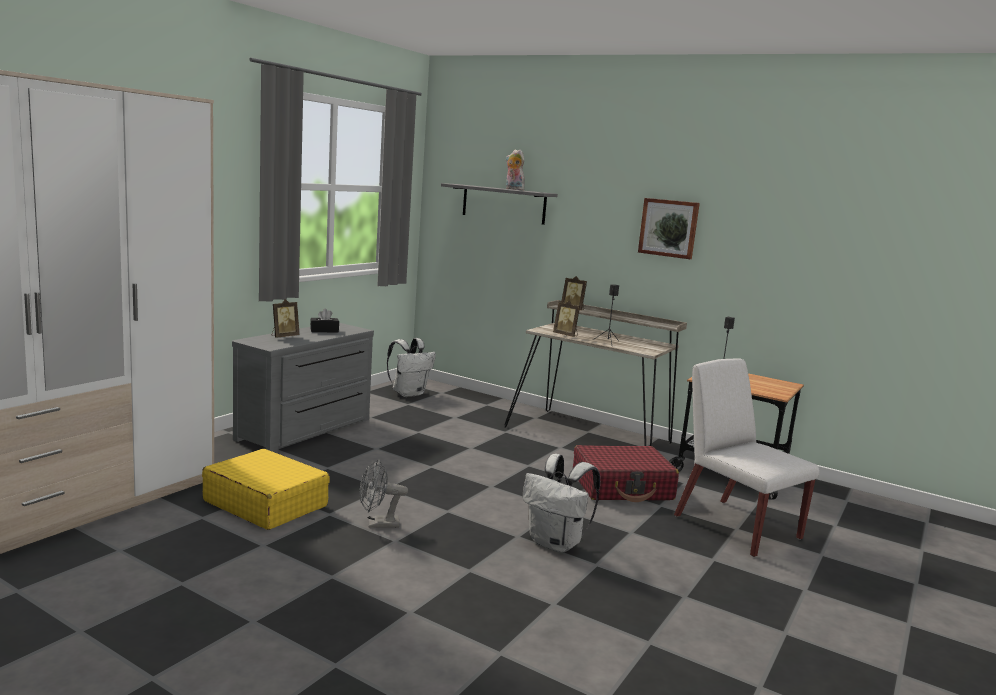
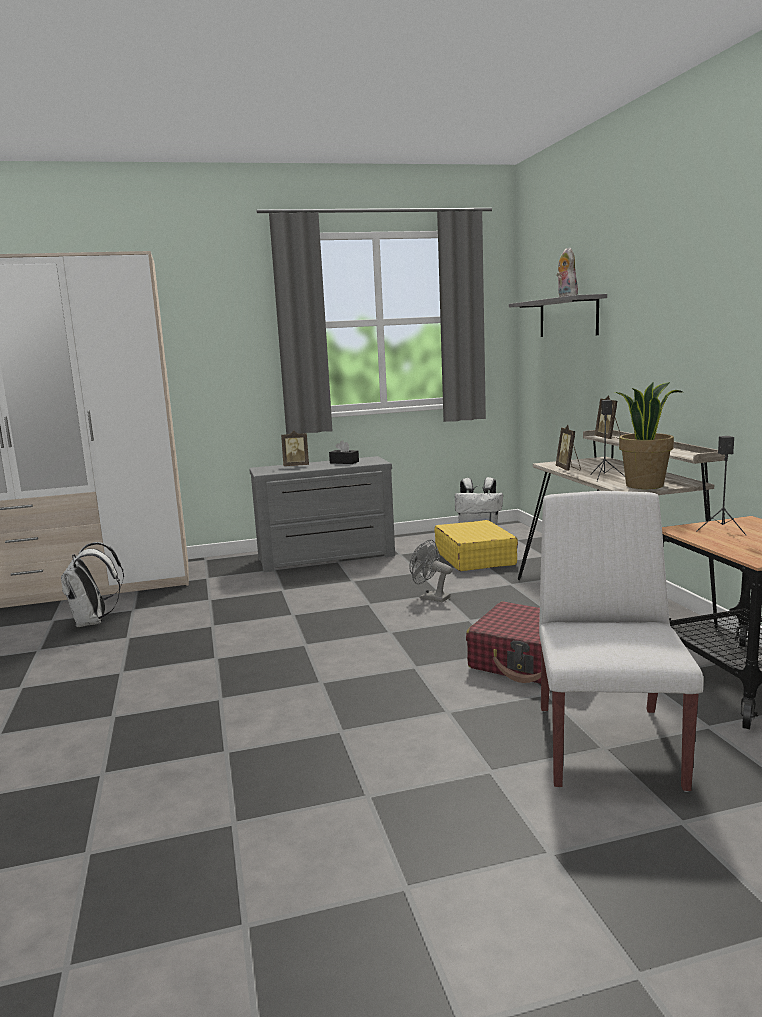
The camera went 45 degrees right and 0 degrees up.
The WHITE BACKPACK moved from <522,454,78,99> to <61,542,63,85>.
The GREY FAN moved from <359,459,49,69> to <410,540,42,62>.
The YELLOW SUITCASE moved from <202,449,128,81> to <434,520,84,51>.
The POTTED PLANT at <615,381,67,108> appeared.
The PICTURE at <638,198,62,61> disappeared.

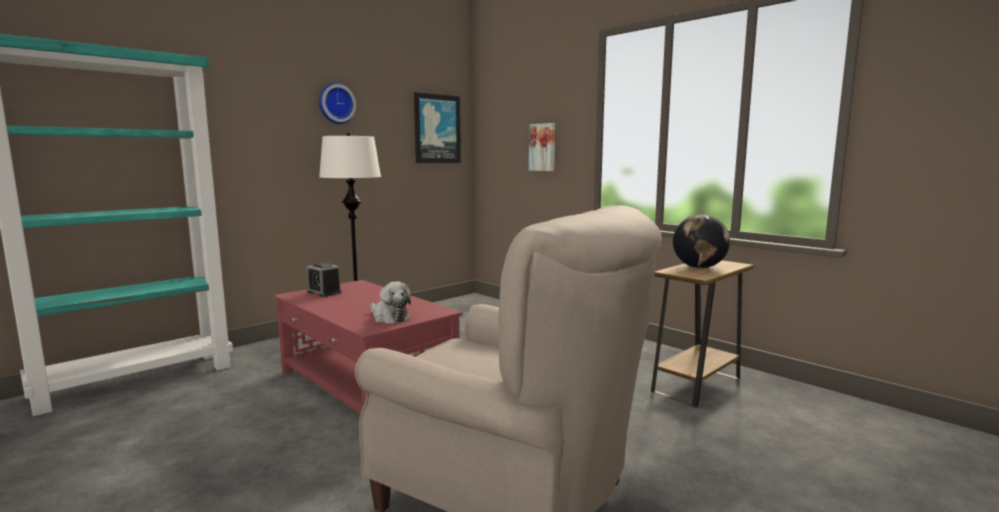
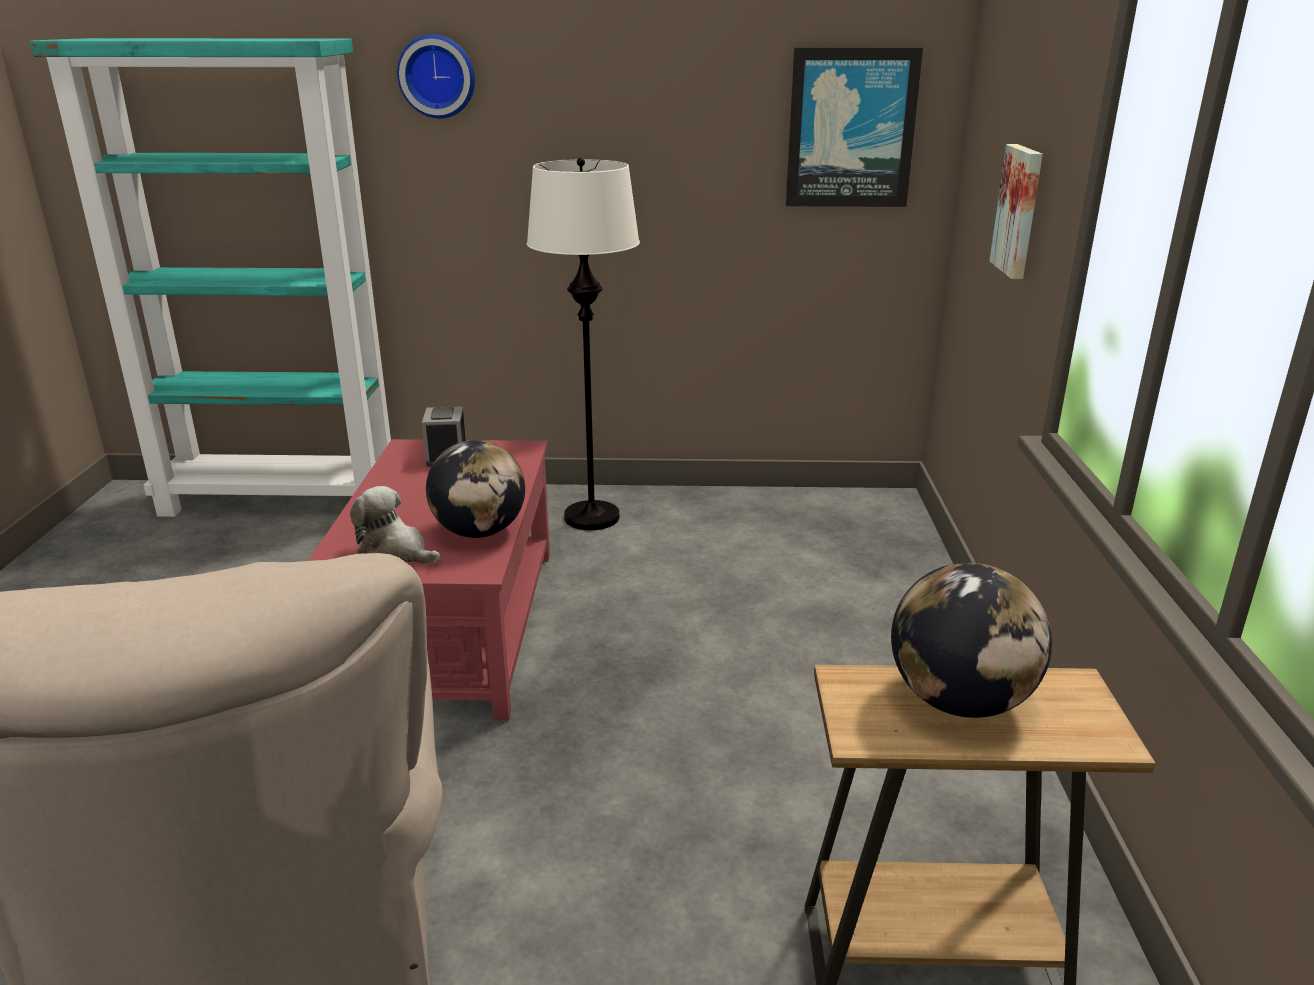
The camera went 45 degrees right and 15 degrees up.
The PLUSH TOY at <370,282,41,42> turned 120 degrees clockwise.
The WALL CLOCK moved from <319,83,37,41> to <397,34,78,84>.
The GLOBE at <426,440,99,98> appeared.

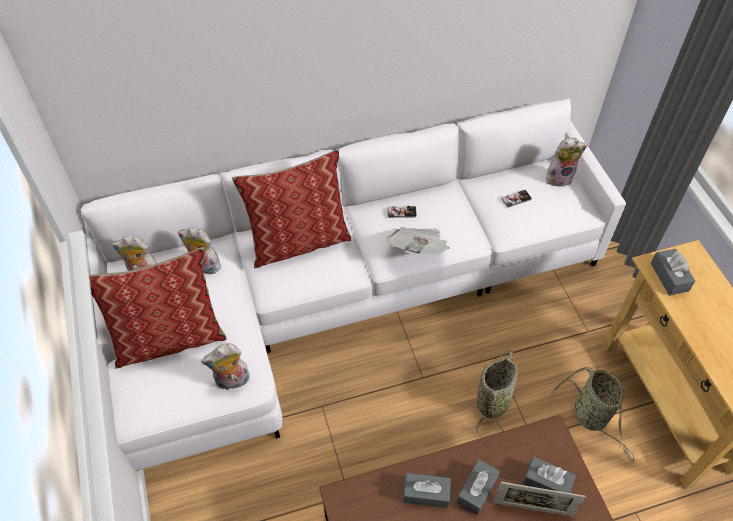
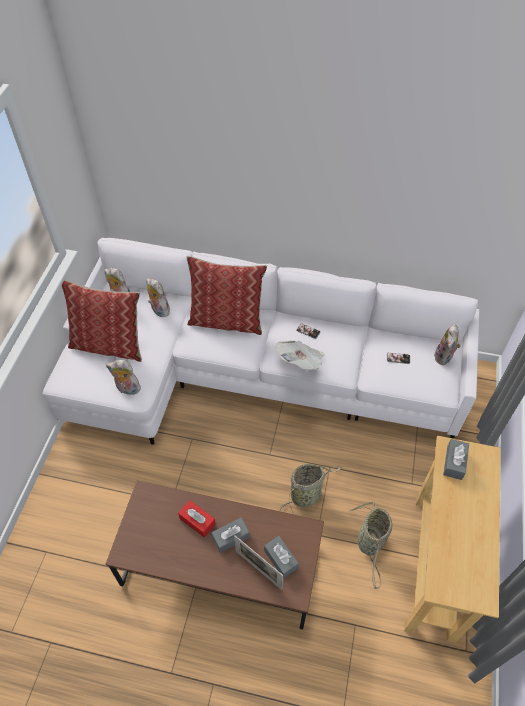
The camera went 30 degrees right and 0 degrees up.
The GREY TISSUE BOX at <403,473,48,35> became the RED TISSUE BOX at <178,500,38,37>.
The PLUSH TOY at <546,138,42,49> turned 90 degrees clockwise.

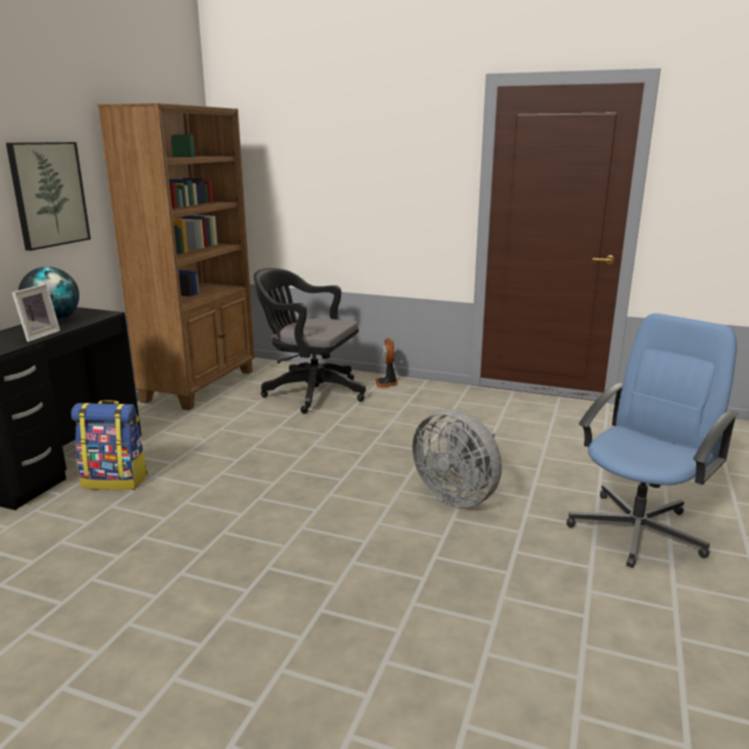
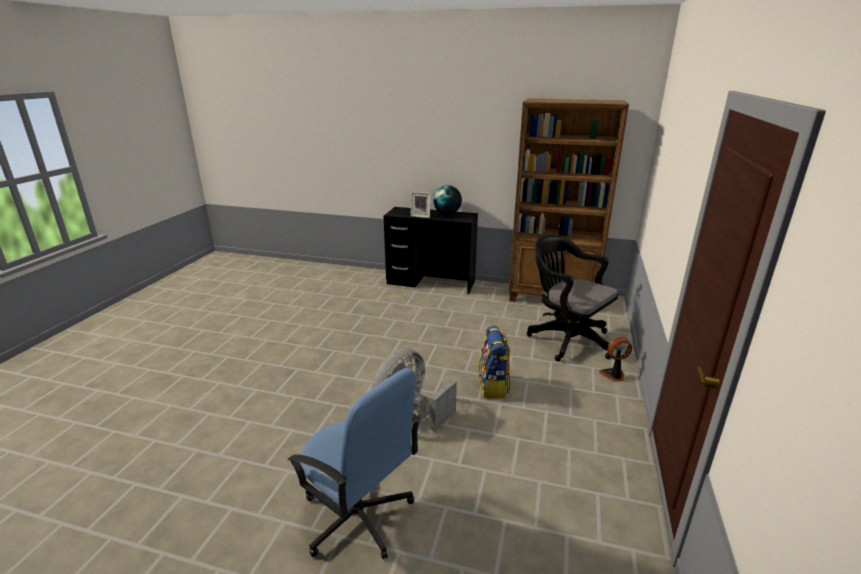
The camera went 85 degrees right and 5 degrees up.
The BACKPACK moved from <71,400,77,90> to <478,326,32,72>.
The BLACK OFFICE CHAIR at <254,268,112,146> turned 60 degrees counterclockwise.
The PICTURE at <6,142,85,109> disappeared.

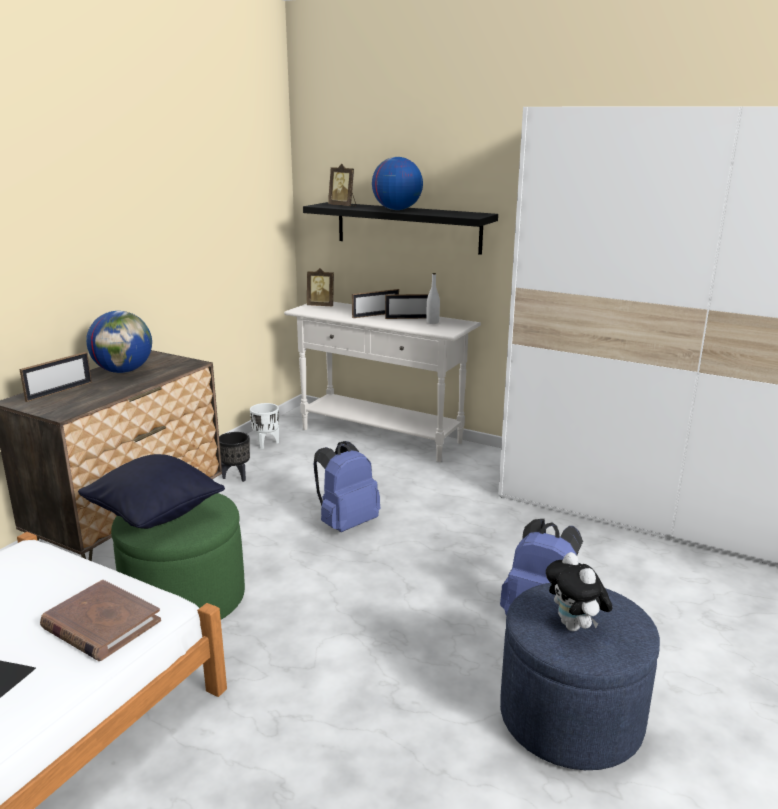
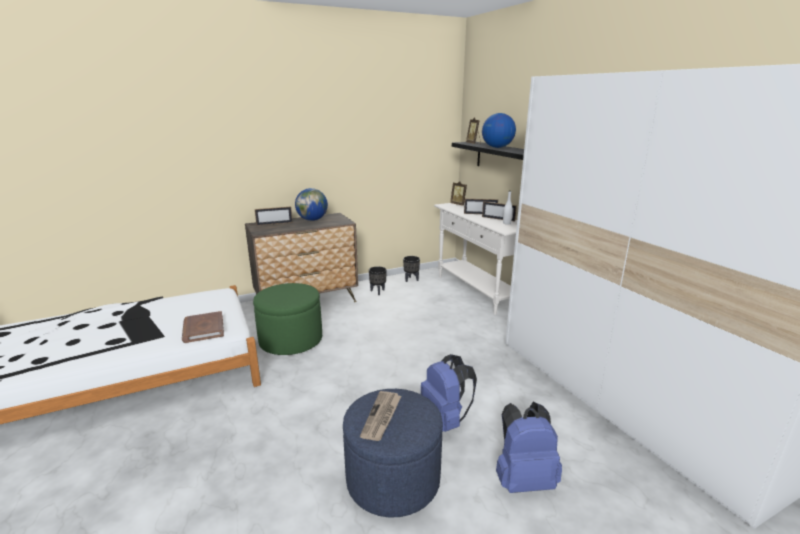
The camera went 35 degrees right and 0 degrees up.
The PLUSH TOY at <546,552,66,79> was replaced by the NEWSPAPER at <360,391,41,50>.
The WHITE PLANTER at <250,403,29,46> became the BLACK PLANTER at <403,256,17,26>.
The BLUE BACKPACK moved from <314,441,66,91> to <496,402,66,91>.
The BLACK PILLOW at <78,454,147,75> disappeared.

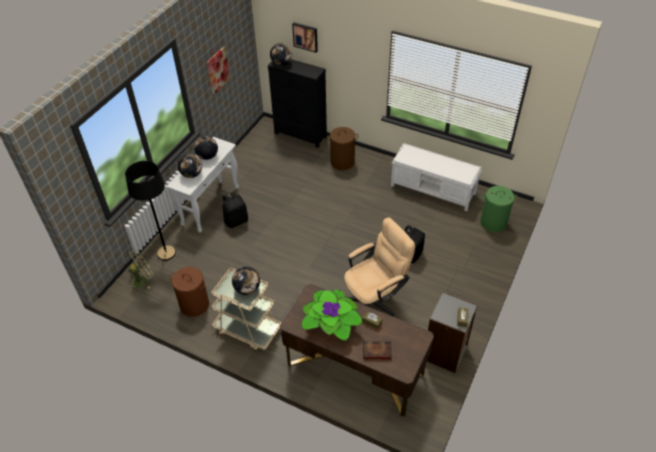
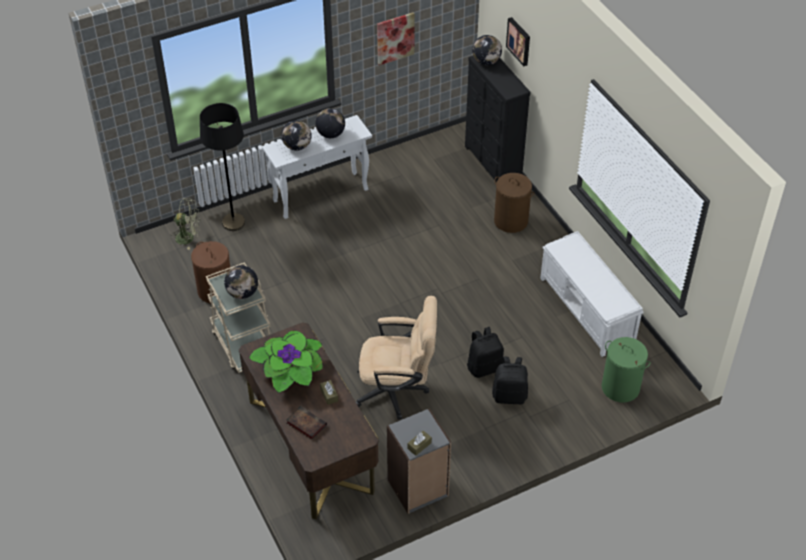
The camera went 35 degrees right and 0 degrees up.
The BLACK BACKPACK moved from <223,191,25,37> to <492,356,36,48>.

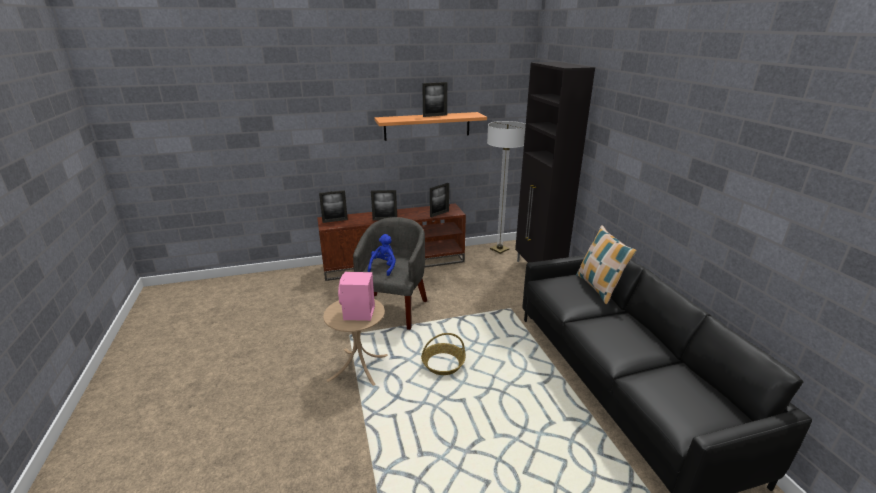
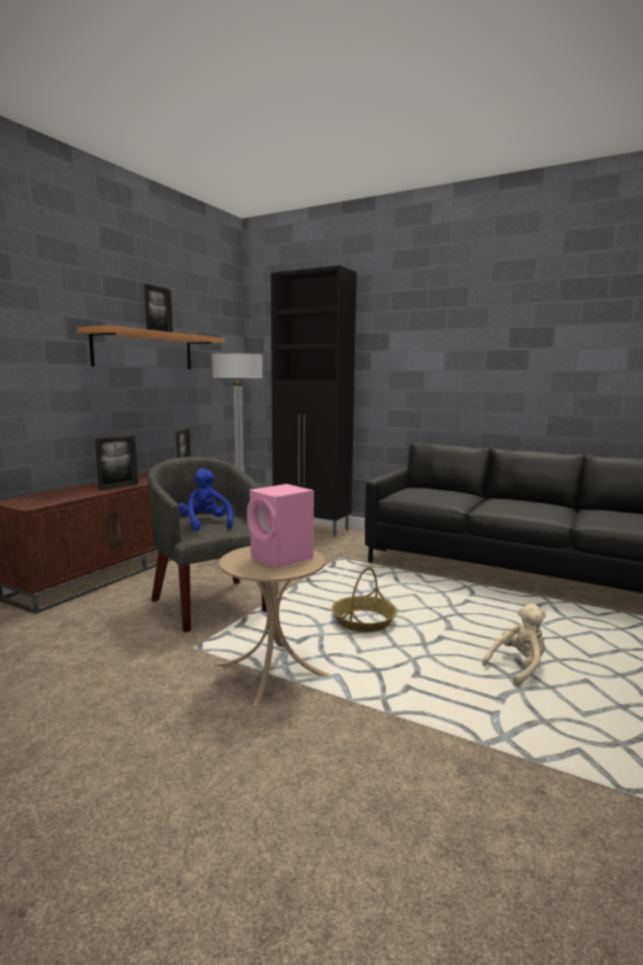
The camera went 45 degrees left and 15 degrees down.
The BEIGE PLUSH TOY at <482,604,64,82> appeared.
The PICTURE FRAME at <319,190,29,33> disappeared.
The PILLOW at <576,225,61,79> disappeared.

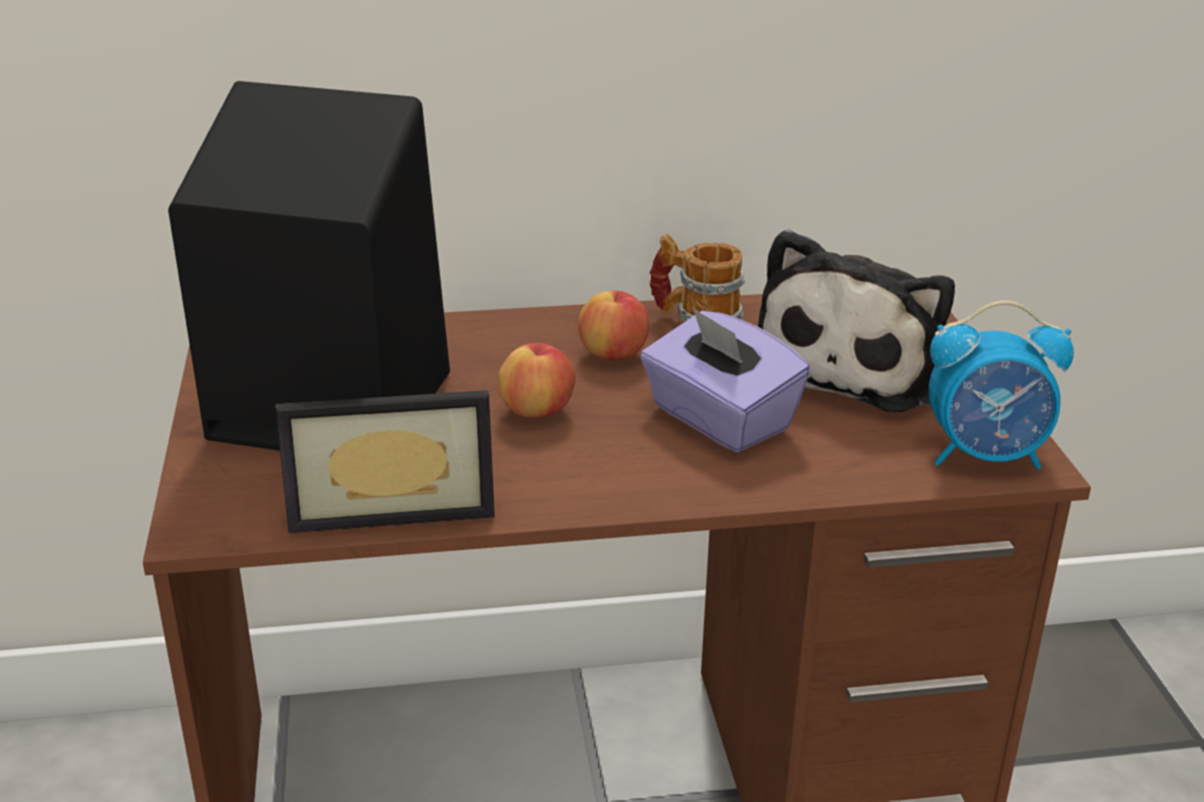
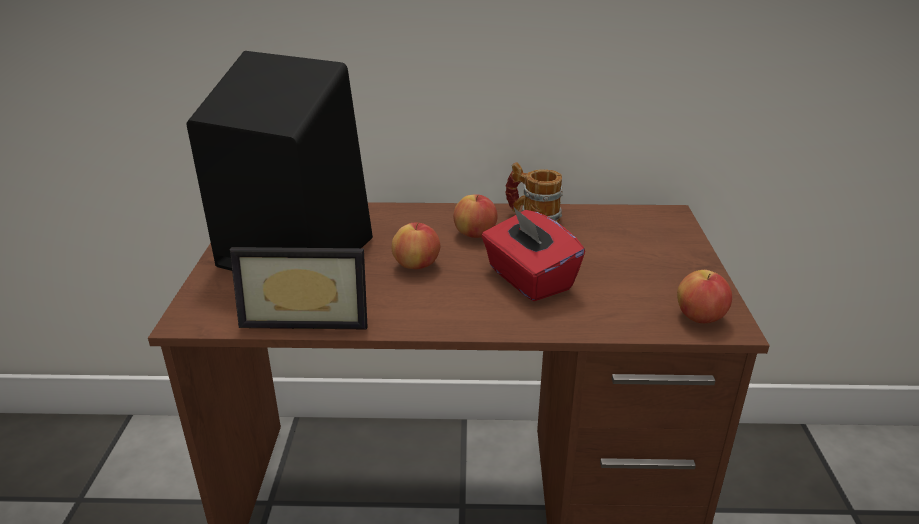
The camera went 10 degrees right and 0 degrees up.
The PURPLE TISSUE BOX at <640,307,170,145> became the RED TISSUE BOX at <481,206,104,95>.
The ALARM CLOCK at <929,300,145,169> was replaced by the APPLE at <677,270,55,53>.
The PLUSH TOY at <758,229,197,183> disappeared.

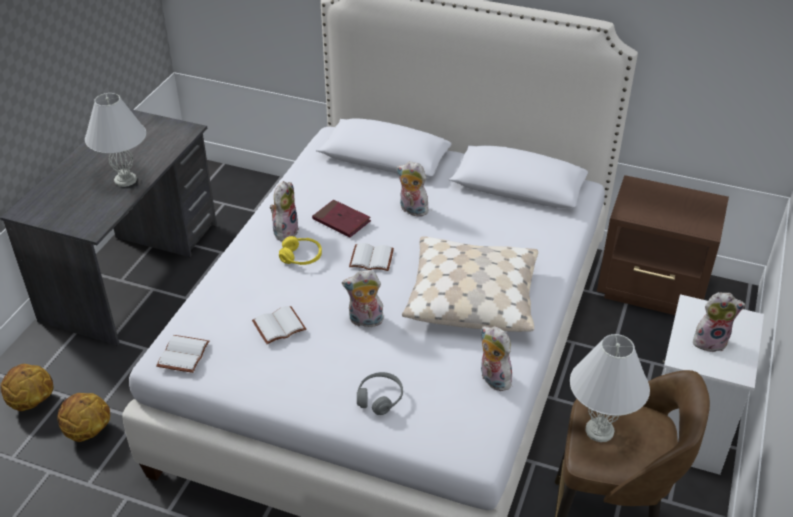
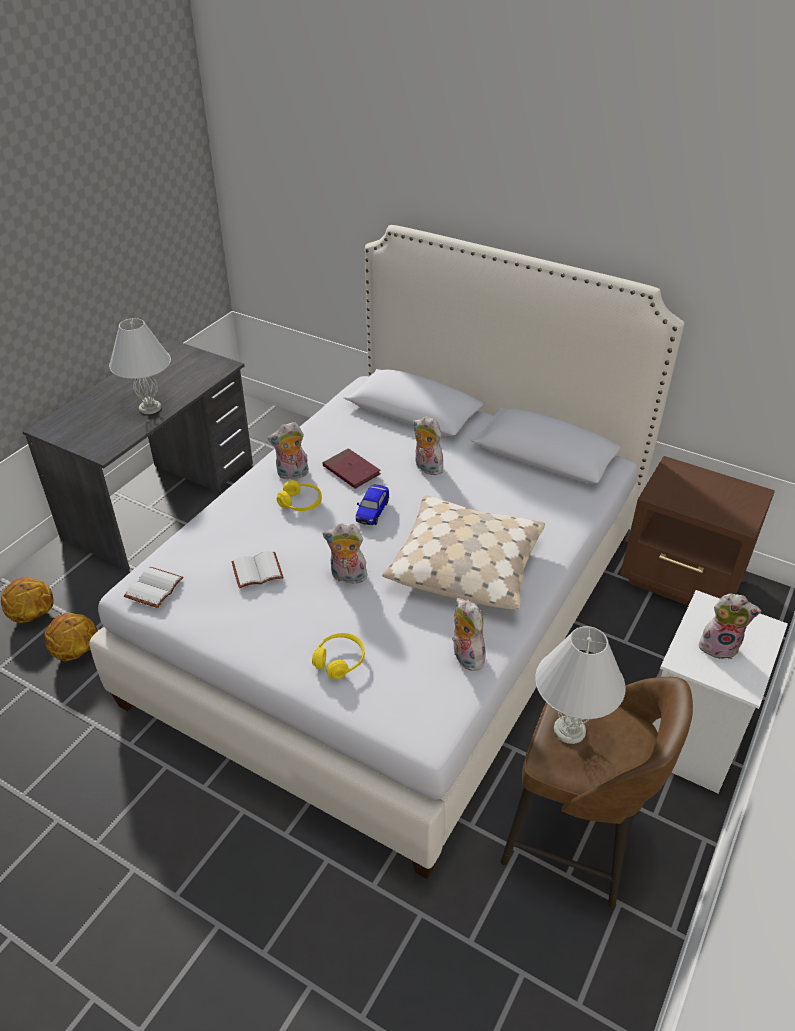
The camera went 10 degrees right and 0 degrees up.
The PLUSH TOY at <270,181,29,60> turned 135 degrees counterclockwise.
The GREY HEADPHONES at <357,372,46,43> became the YELLOW HEADPHONES at <312,633,53,46>.
The WHITE BOOK at <349,243,45,28> was replaced by the TOY CAR at <356,485,33,40>.

